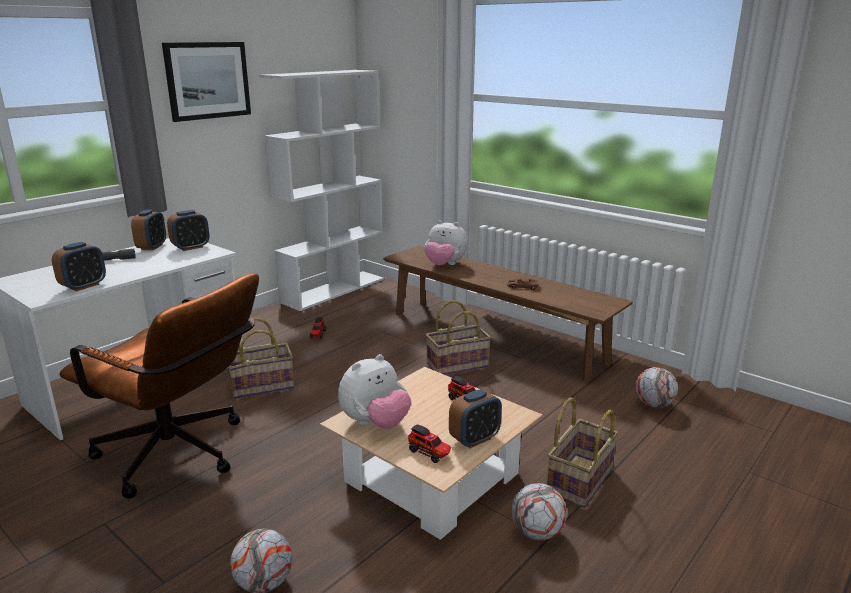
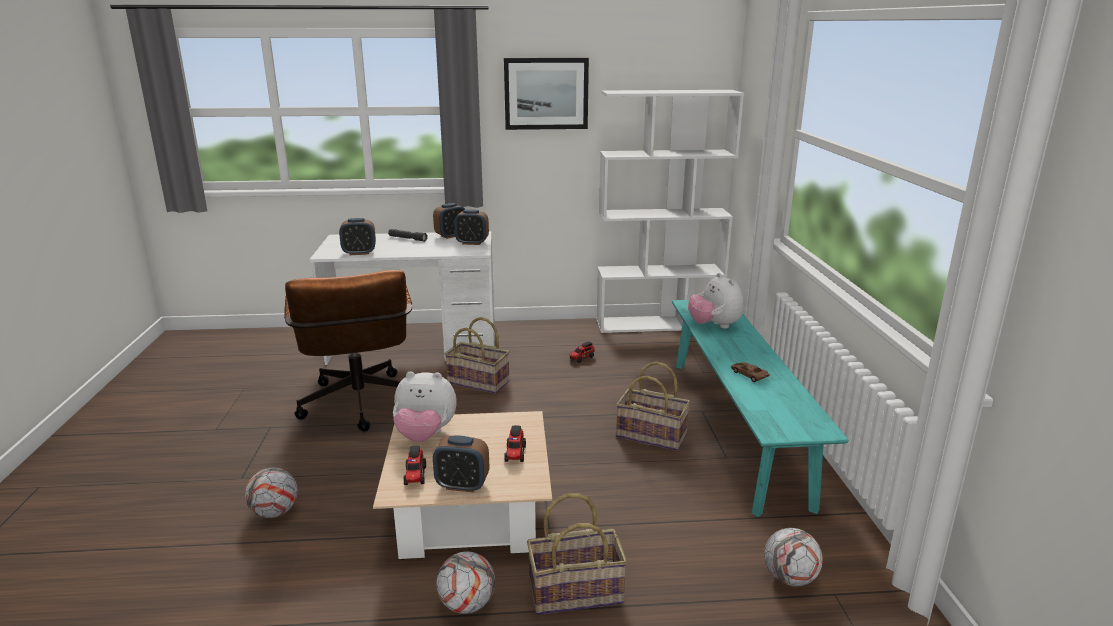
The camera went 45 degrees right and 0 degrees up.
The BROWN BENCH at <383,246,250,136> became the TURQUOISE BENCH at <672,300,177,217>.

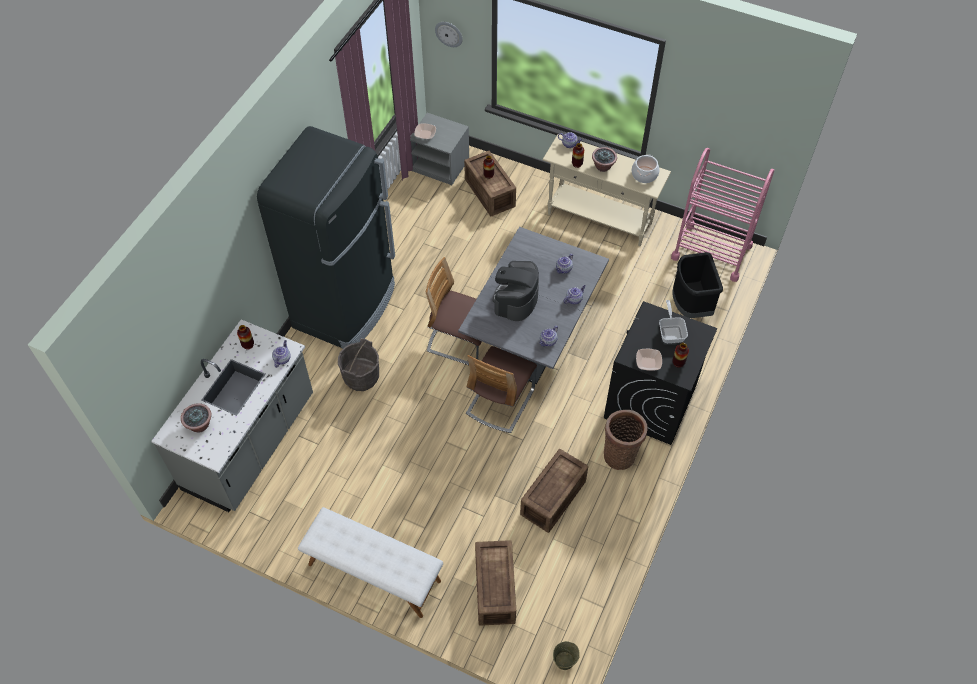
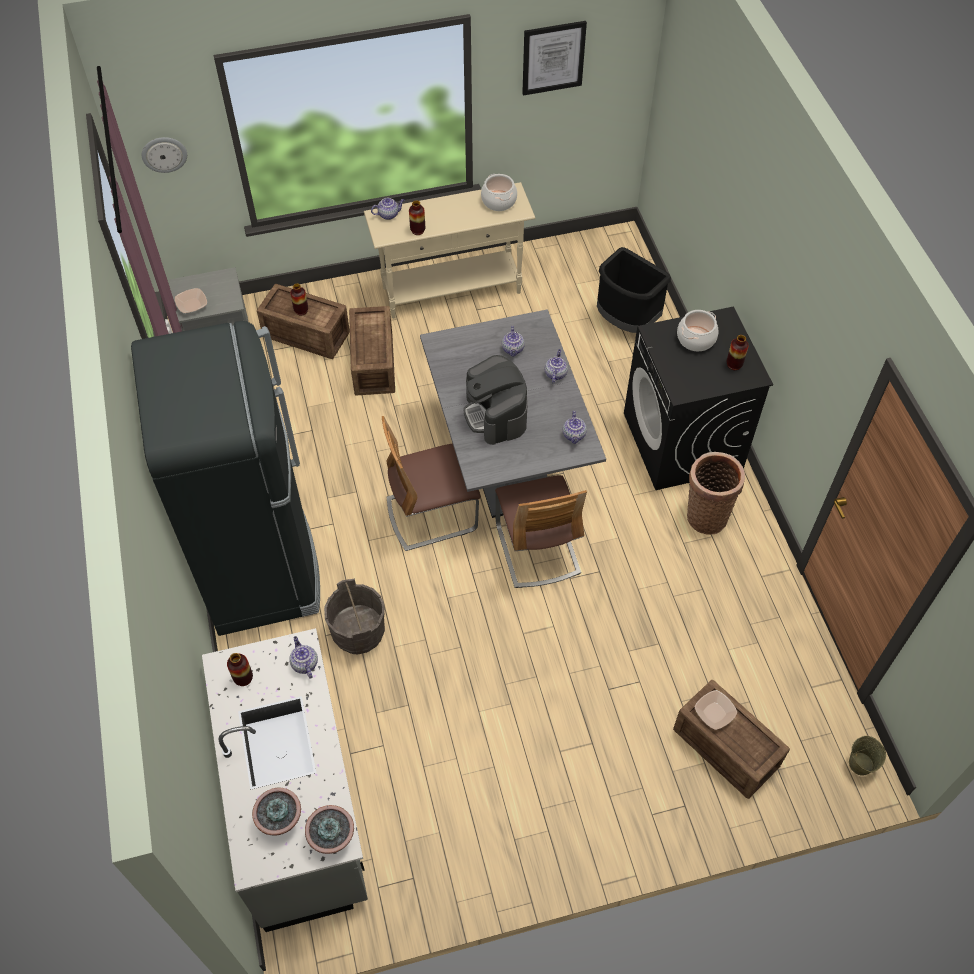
The camera went 40 degrees left and 0 degrees up.
The POTTED PLANT moved from <592,147,25,25> to <305,805,49,49>.
The CRATE moved from <520,449,68,84> to <349,306,46,90>.
The PICTURE at <522,21,65,75> appeared.
The FRYING PAN at <659,300,29,43> was replaced by the COOKING POT at <677,310,41,41>.
The BOWL moved from <636,349,26,22> to <695,690,42,40>.
The WHITE BENCH at <298,507,145,111> disappeared.
The PINK CART at <671,148,103,134> disappeared.

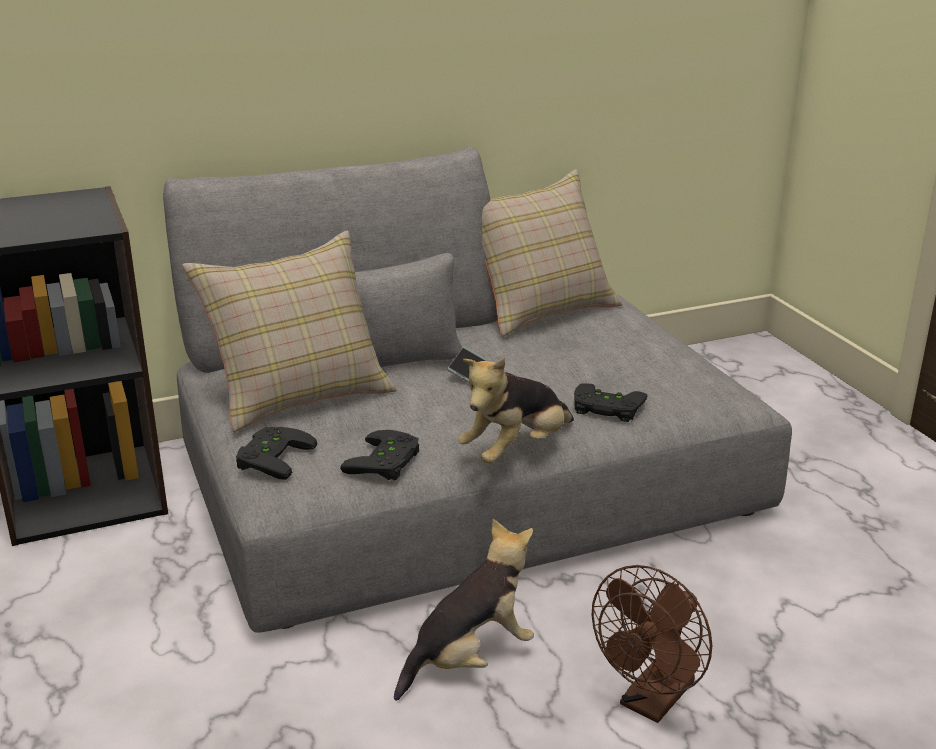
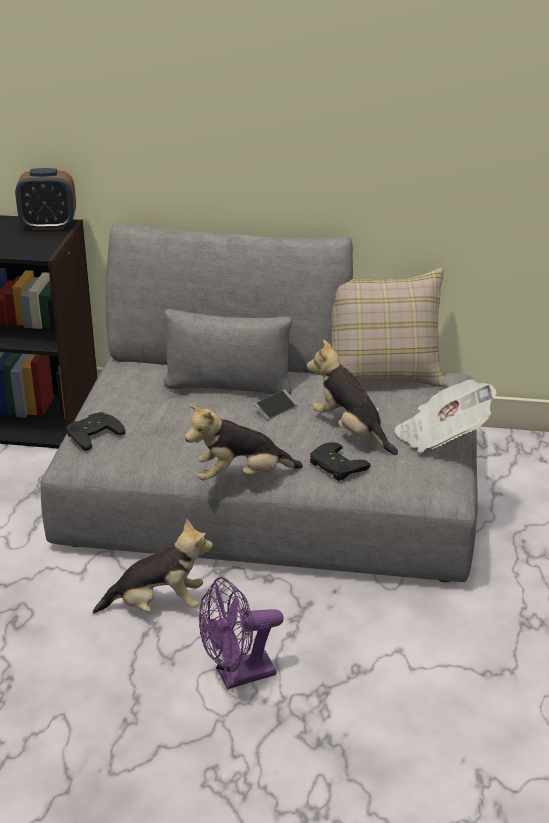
The camera went 30 degrees right and 5 degrees up.
The ALARM CLOCK at <15,168,61,62> appeared.
The BROWN FAN at <592,565,120,158> became the PURPLE FAN at <199,577,85,112>.
The PLUSH TOY at <307,340,91,115> appeared.
The NEWSPAPER at <394,379,103,74> appeared.
The BEIGE PILLOW at <182,231,215,202> disappeared.
The BLACK GAME CONTROLLER at <340,430,79,50> disappeared.

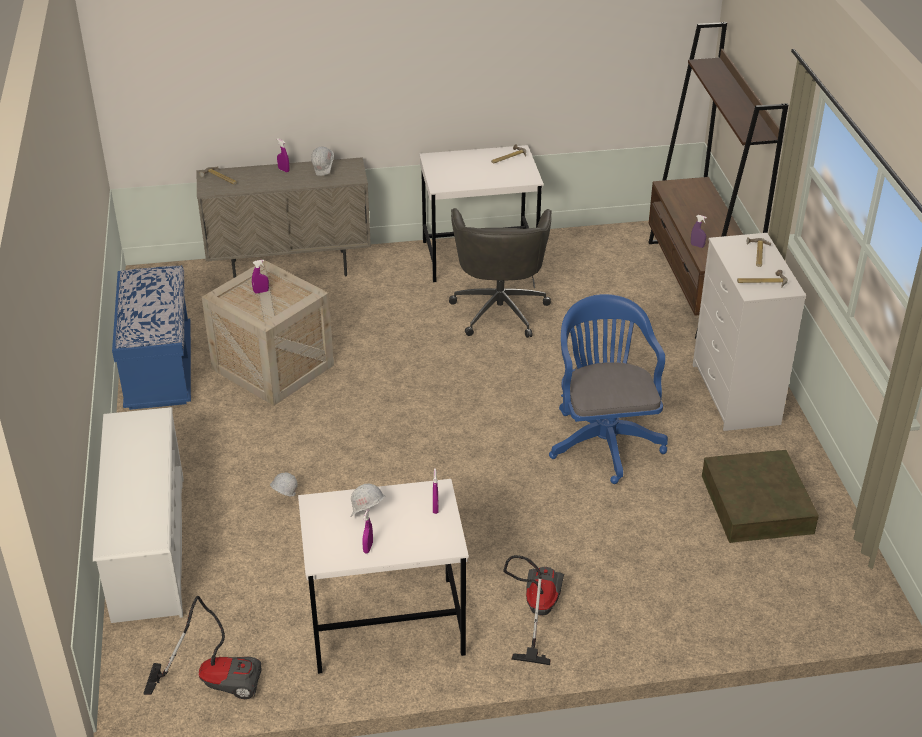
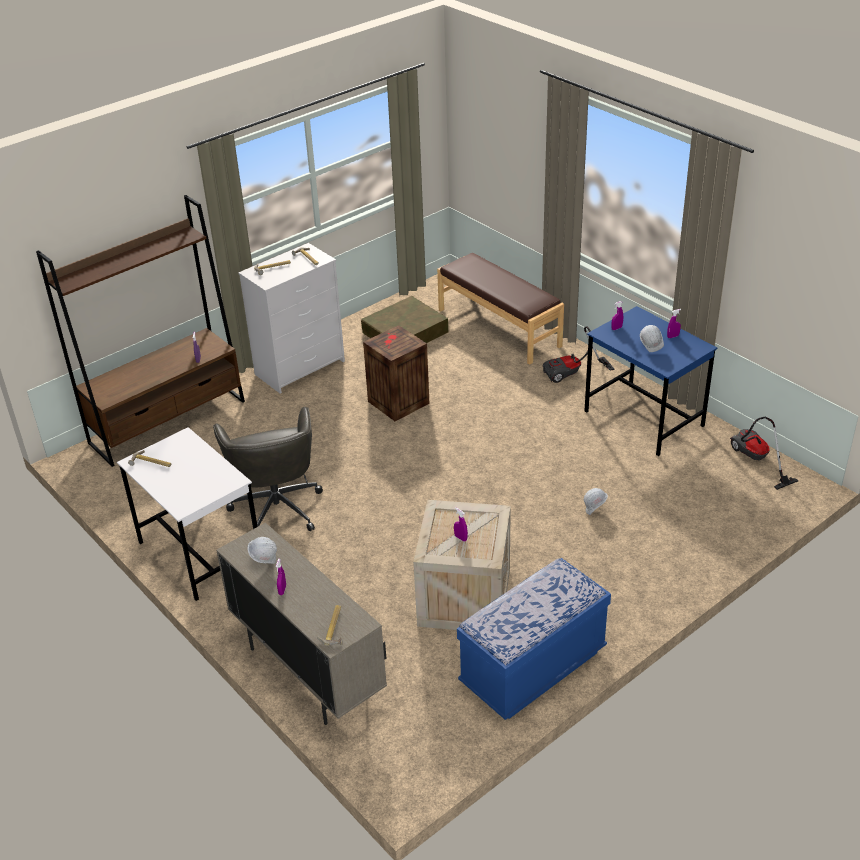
The camera went 120 degrees left and 0 degrees up.
The GREY OFFICE CHAIR at <449,208,103,130> turned 105 degrees clockwise.
The BLUE OFFICE CHAIR at <549,294,119,190> was replaced by the CRATE at <363,325,67,96>.
The BROWN BENCH at <437,253,127,112> appeared.
The WHITE DESK at <298,479,171,195> became the BLUE DESK at <584,306,133,150>.
The WHITE SHOE RACK at <93,407,90,216> disappeared.

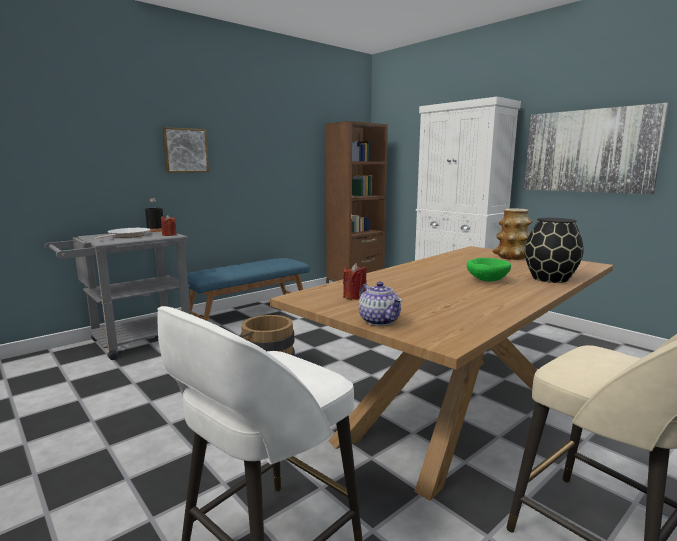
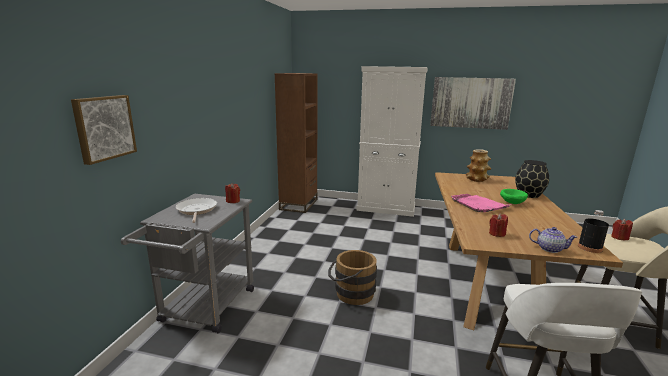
The camera went 35 degrees left and 5 degrees up.
The PICTURE moved from <162,127,47,46> to <71,95,66,70>.
The PINK TRAY at <451,194,59,18> appeared.
The BLACK BOTTLE moved from <145,199,18,33> to <578,210,31,43>.
The RED CANDLE at <611,219,22,22> appeared.
The BLUE BENCH at <178,258,132,63> disappeared.

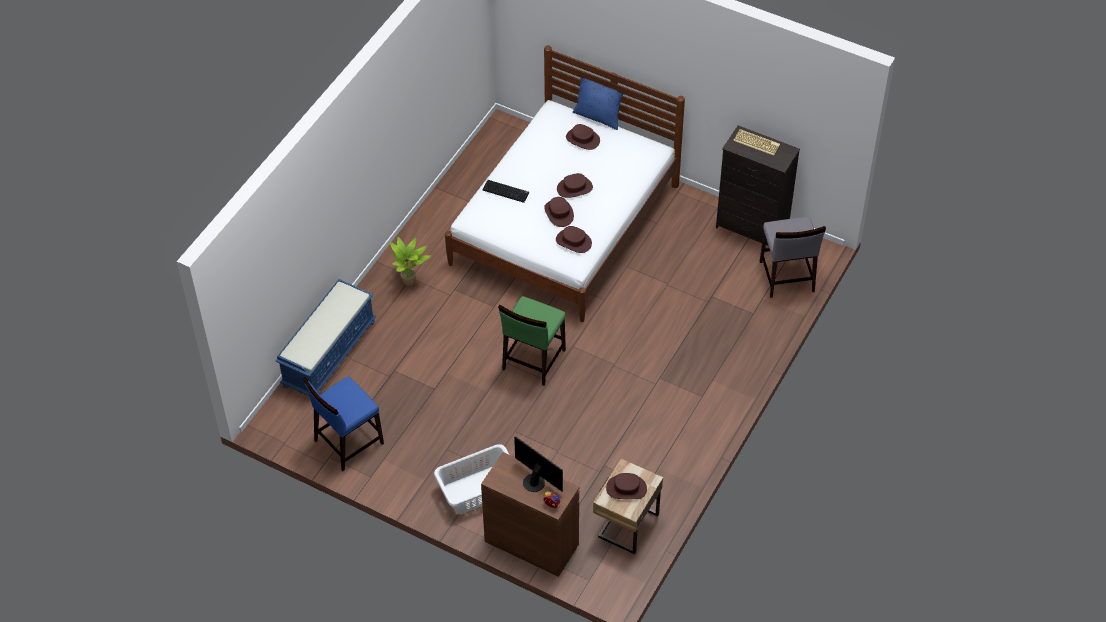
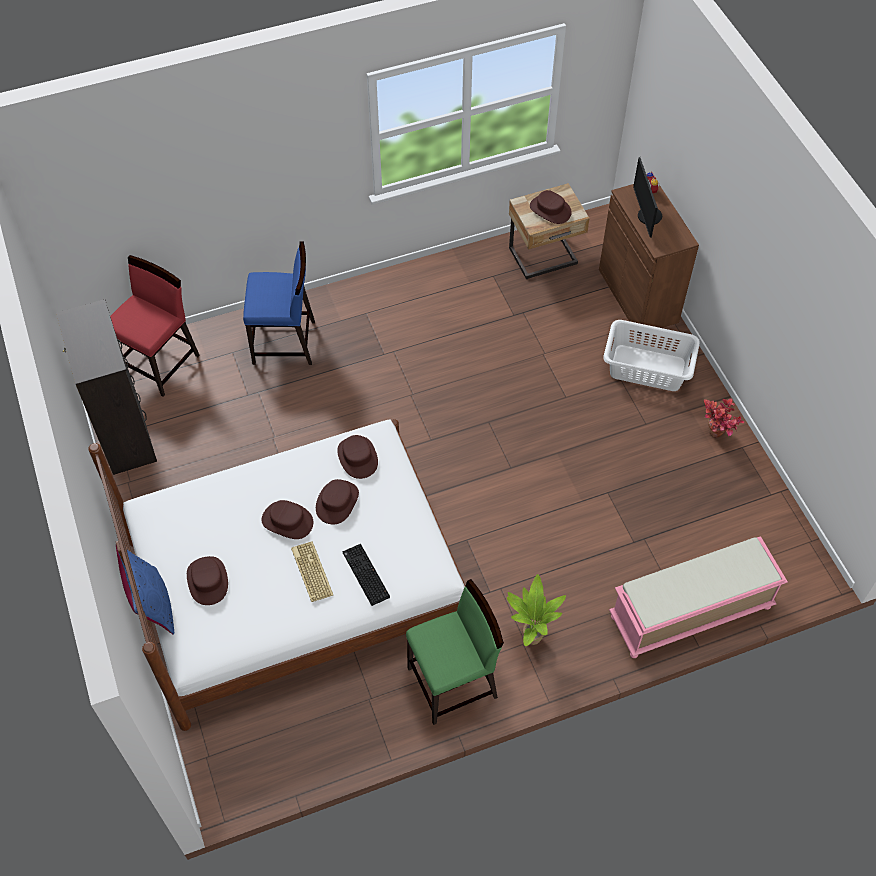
The camera went 140 degrees left and 5 degrees up.
The GREY CHAIR at <760,217,66,81> became the RED CHAIR at <110,255,90,141>.
The BLUE CHAIR moved from <303,376,81,95> to <243,241,72,124>.
The KEYBOARD moved from <733,129,47,27> to <291,542,42,60>.
The GREEN CHAIR moved from <498,296,68,90> to <406,579,98,146>.
The BLUE BENCH at <276,279,100,121> became the PINK BENCH at <609,536,179,122>.
The POTTED PLANT at <704,399,40,39> appeared.

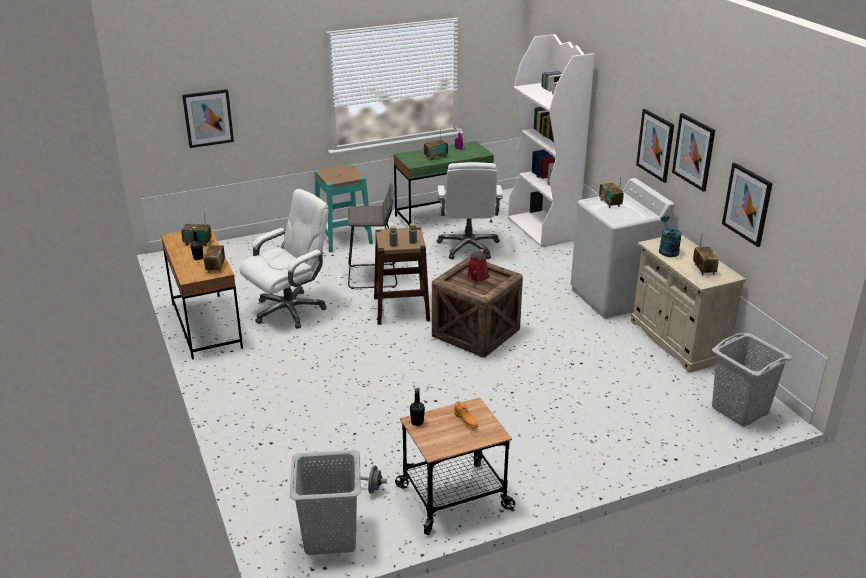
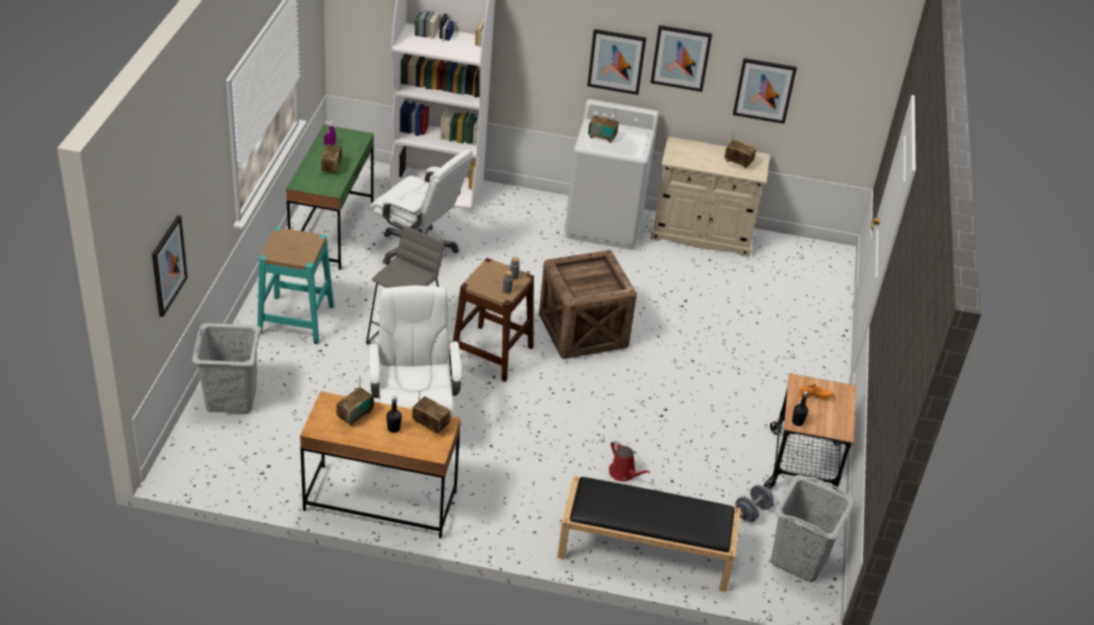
The camera went 60 degrees left and 10 degrees up.
The GREY LAUNDRY BASKET moved from <712,333,80,93> to <192,323,69,90>.
The BLACK BENCH at <557,476,184,116> appeared.
The RED WATERING CAN moved from <466,249,24,33> to <609,440,41,42>.
The TURQUOISE WATERING CAN at <659,215,23,42> disappeared.

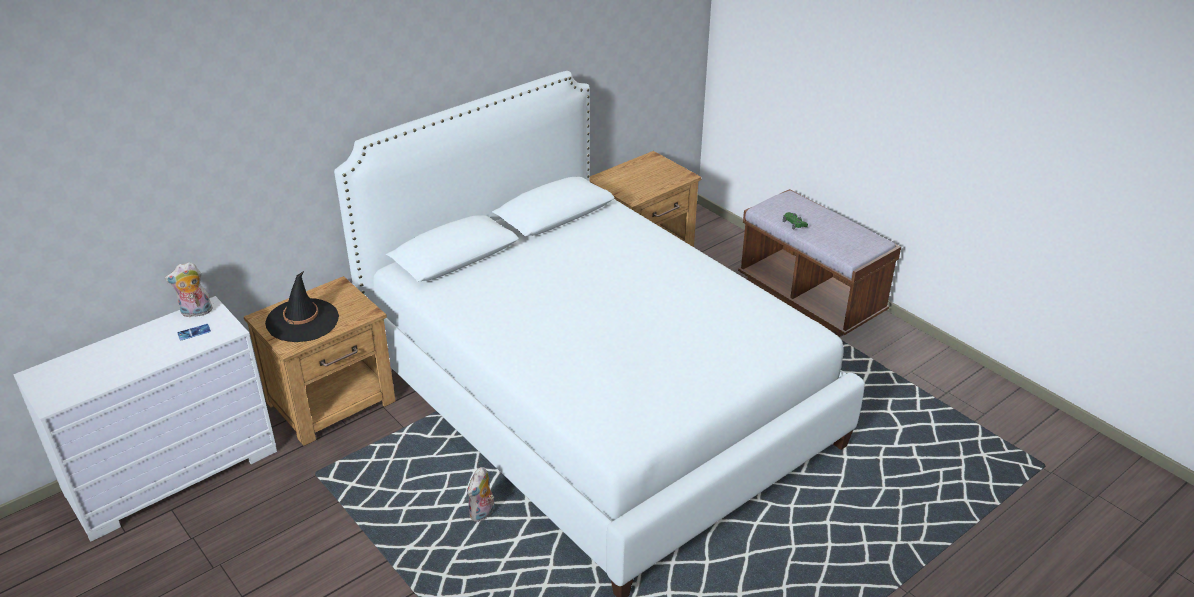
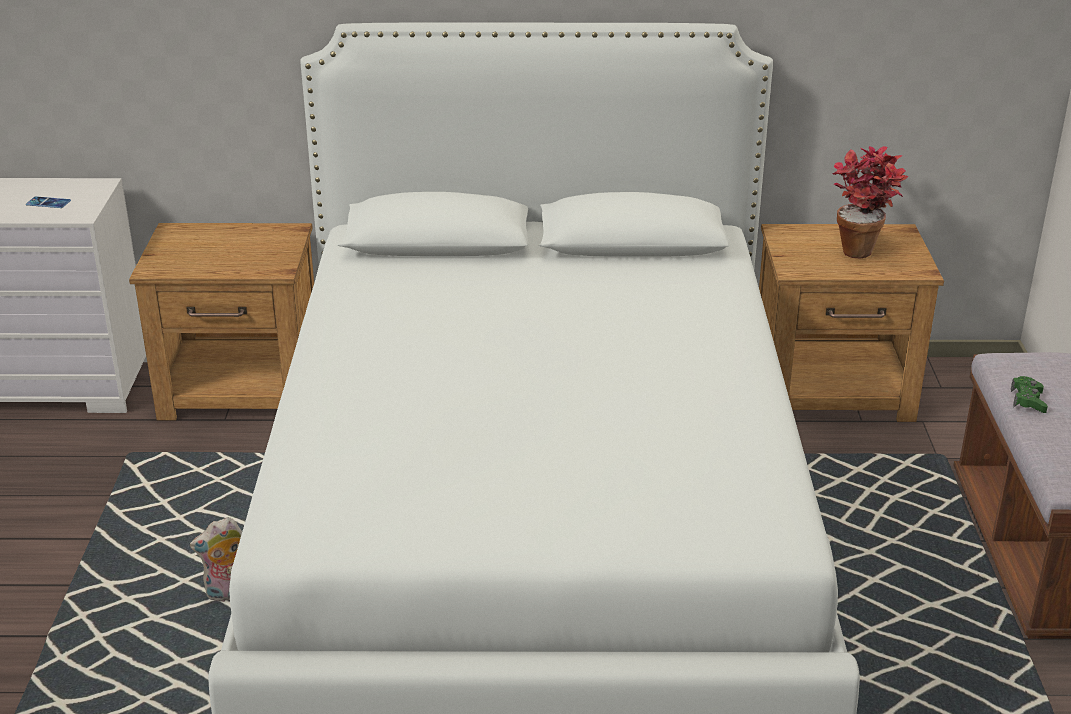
The camera went 40 degrees right and 5 degrees down.
The POTTED PLANT at <833,146,75,113> appeared.
The PLUSH TOY at <165,262,48,56> disappeared.
The BLACK HAT at <265,271,74,71> disappeared.

